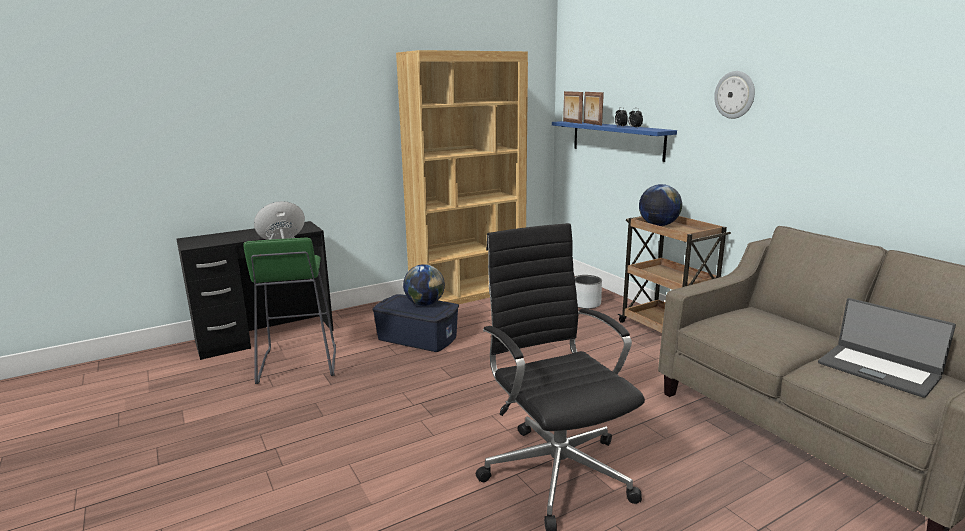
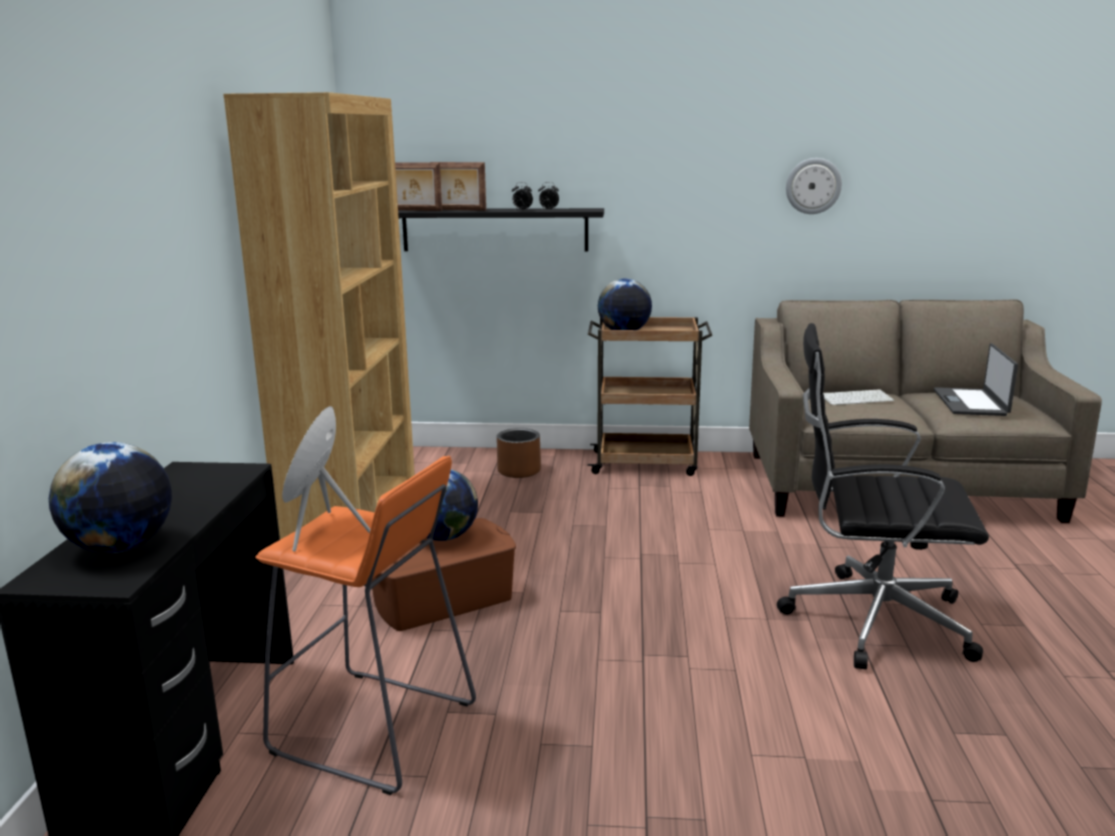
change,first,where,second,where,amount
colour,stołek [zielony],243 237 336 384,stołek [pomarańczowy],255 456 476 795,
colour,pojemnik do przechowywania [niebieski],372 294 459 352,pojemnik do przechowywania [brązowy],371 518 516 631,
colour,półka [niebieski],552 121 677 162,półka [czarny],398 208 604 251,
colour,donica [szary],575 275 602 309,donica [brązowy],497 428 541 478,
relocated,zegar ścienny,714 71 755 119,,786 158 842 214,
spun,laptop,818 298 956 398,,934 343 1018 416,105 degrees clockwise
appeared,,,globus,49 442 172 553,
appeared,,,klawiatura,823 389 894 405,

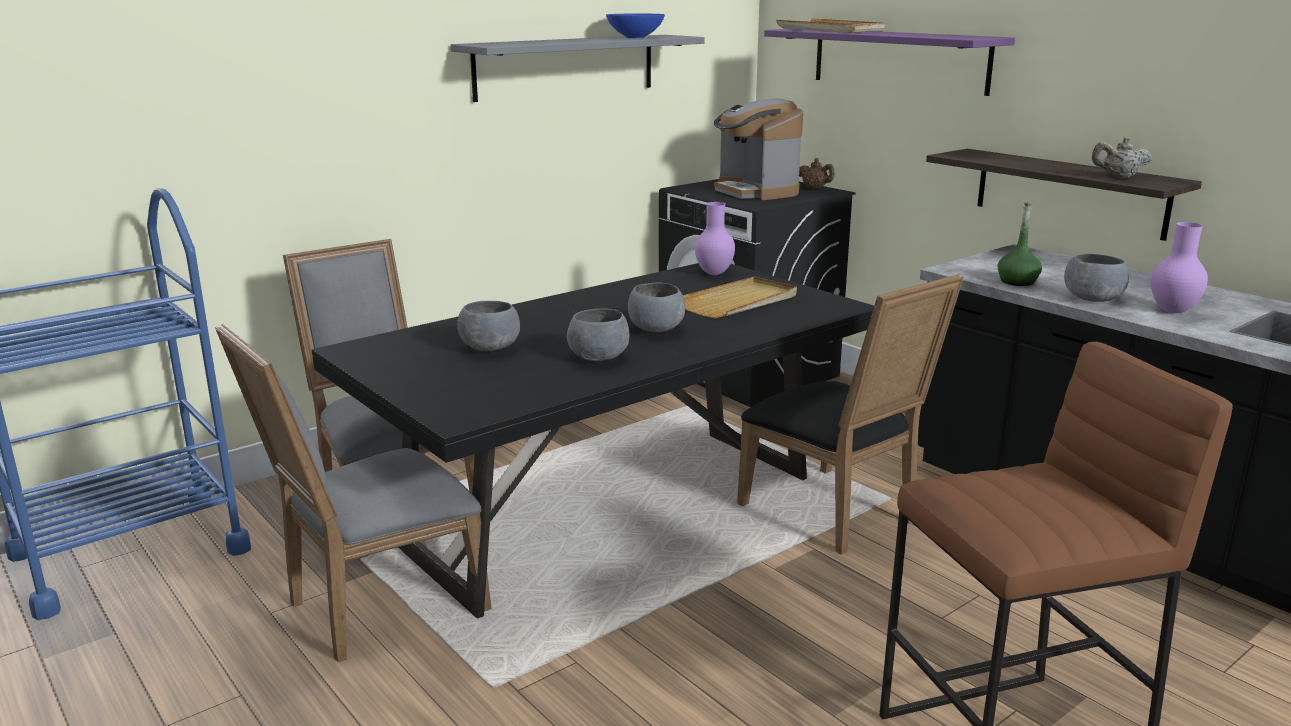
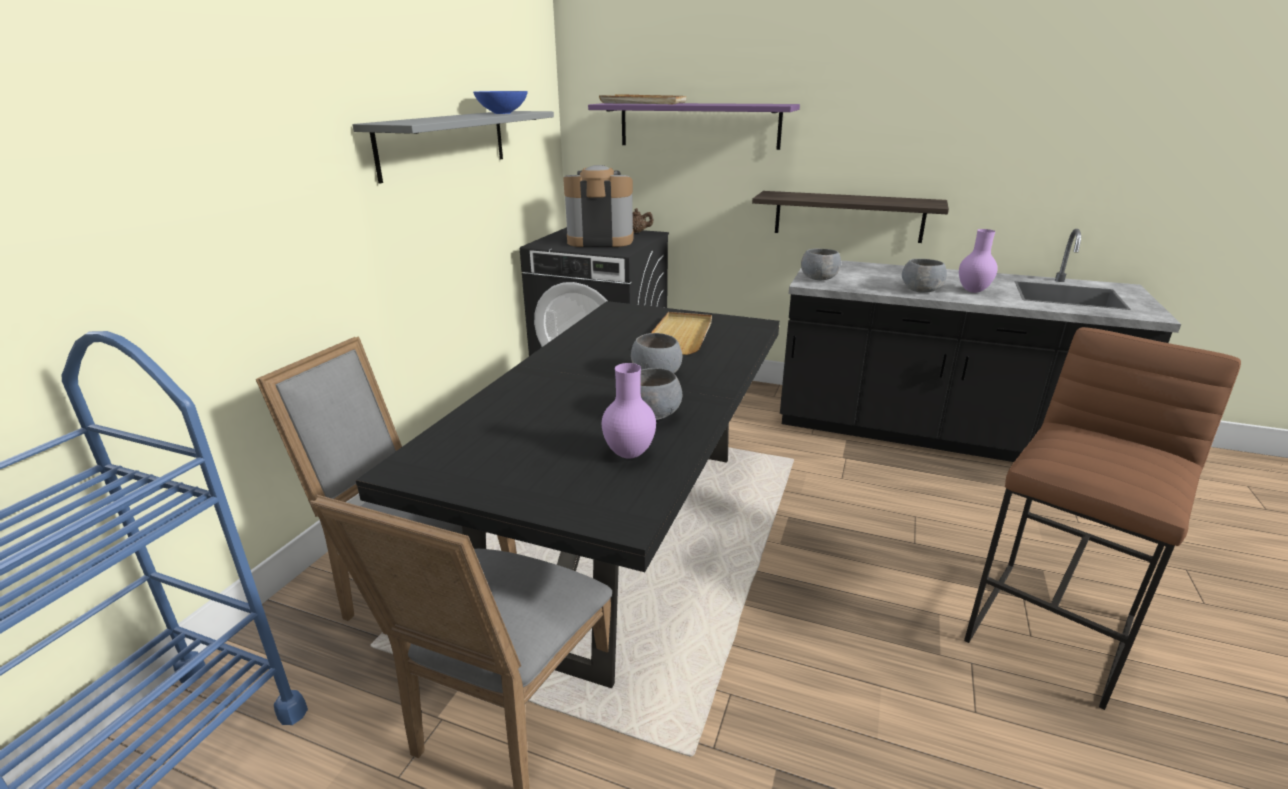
change,first,where,second,where,amount
relocated,miska [szary],457 301 520 351,,801 249 841 280,
relocated,wazon [fioletowy],695 202 735 275,,602 363 656 459,
spun,ekspres do kawy,714 98 803 200,,563 165 633 247,150 degrees clockwise
missing,krzesło [czarny],737 274 964 555,,,
missing,butelka [zielony],998 202 1042 286,,,
missing,imbryk [beżowy],1092 137 1152 179,,,

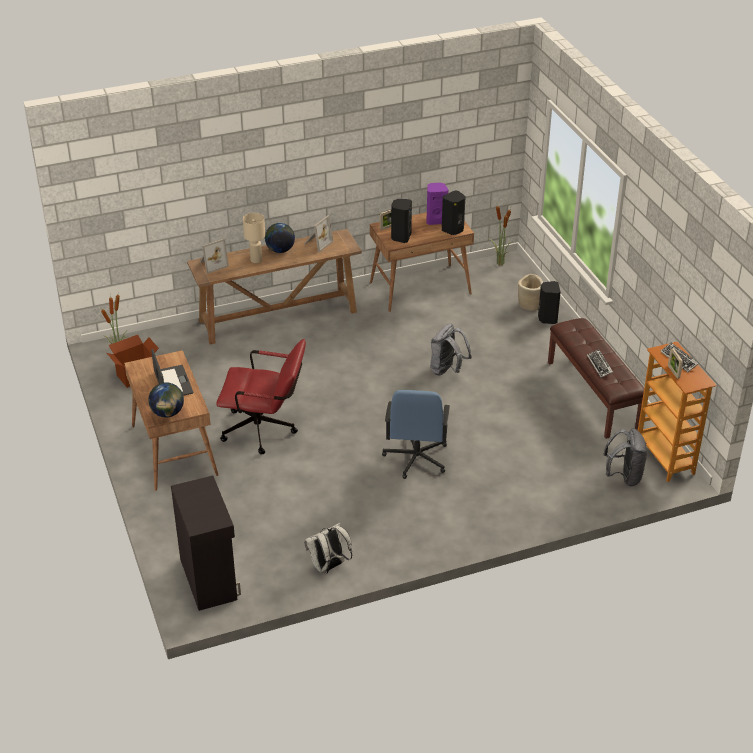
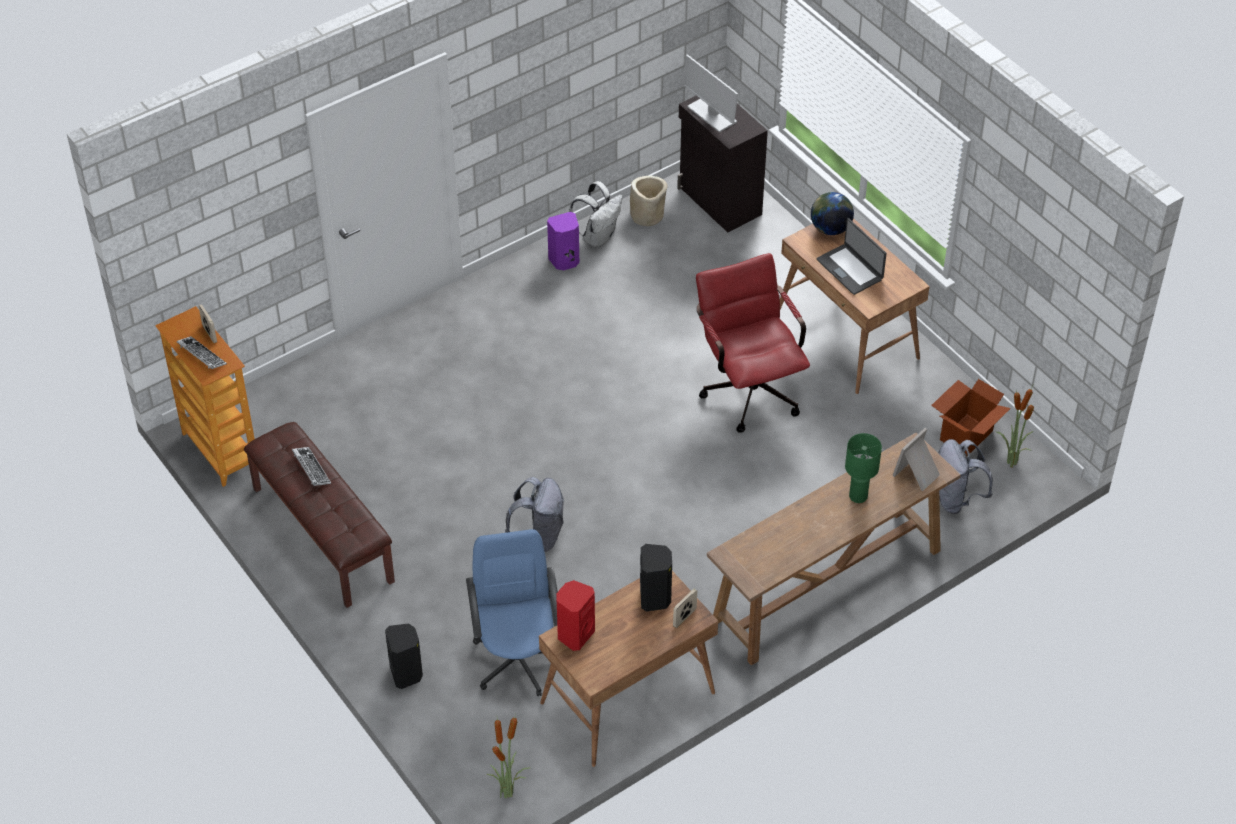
change,first,where,second,where,amount
spun,krzesło biurowe [czerwony],216 339 306 454,,696 253 810 433,75 degrees clockwise
colour,lampa stołowa [beżowy],243 213 265 263,lampa stołowa [zielony],845 433 882 503,
missing,globus,265 223 295 253,,,
missing,ramka na zdjęcie,304 215 333 252,,,
relocated,krzesło biurowe [niebieski],382 390 450 479,,466 529 558 696,
relocated,głośnik [fioletowy],426 183 448 225,,547 212 579 270,
colour,głośnik [czarny],442 190 466 235,głośnik [czerwony],557 580 595 651,
relocated,donica [beżowy],518 274 543 311,,630 176 667 226,
relocated,plecak [szary],604 428 647 486,,938 439 993 514,
appeared,,,monitor,683 54 738 133,

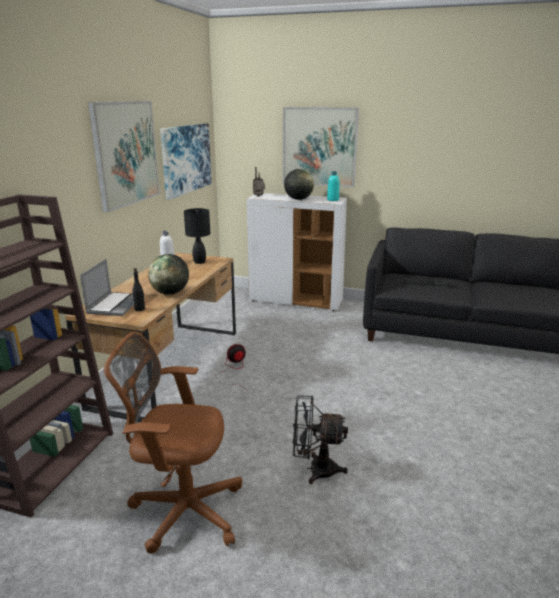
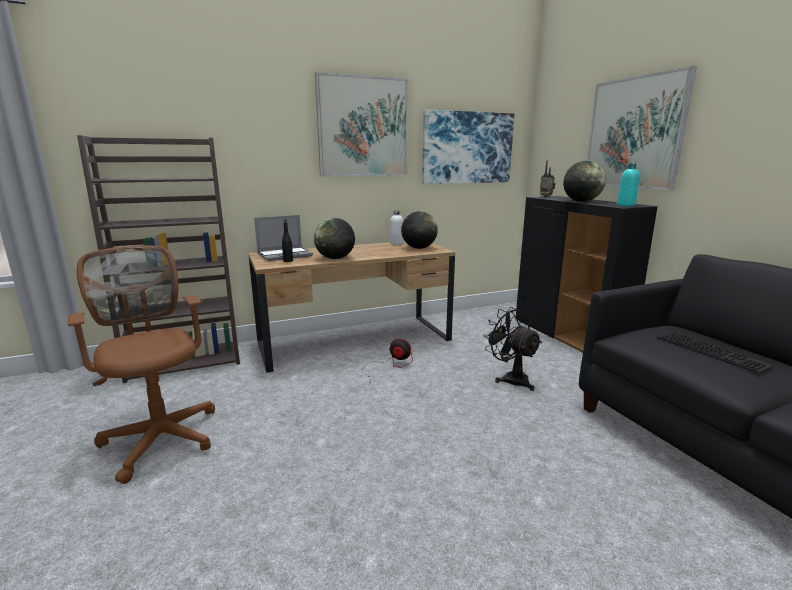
change,first,where,second,where,amount
exchanged,lampa stołowa [czarny],184 208 210 264,globus,401 211 438 249,
colour,szafka [biały],246 193 347 311,szafka [czarny],516 196 658 353,
relocated,wentylator [czarny],293 395 348 484,,483 307 542 391,

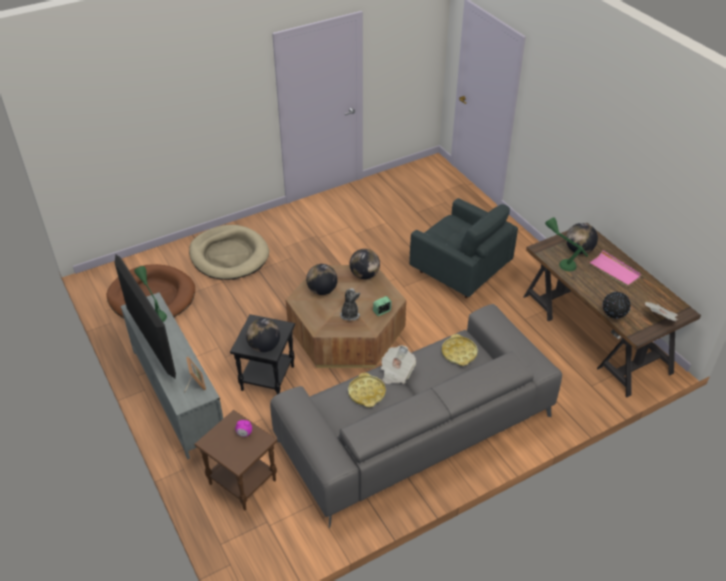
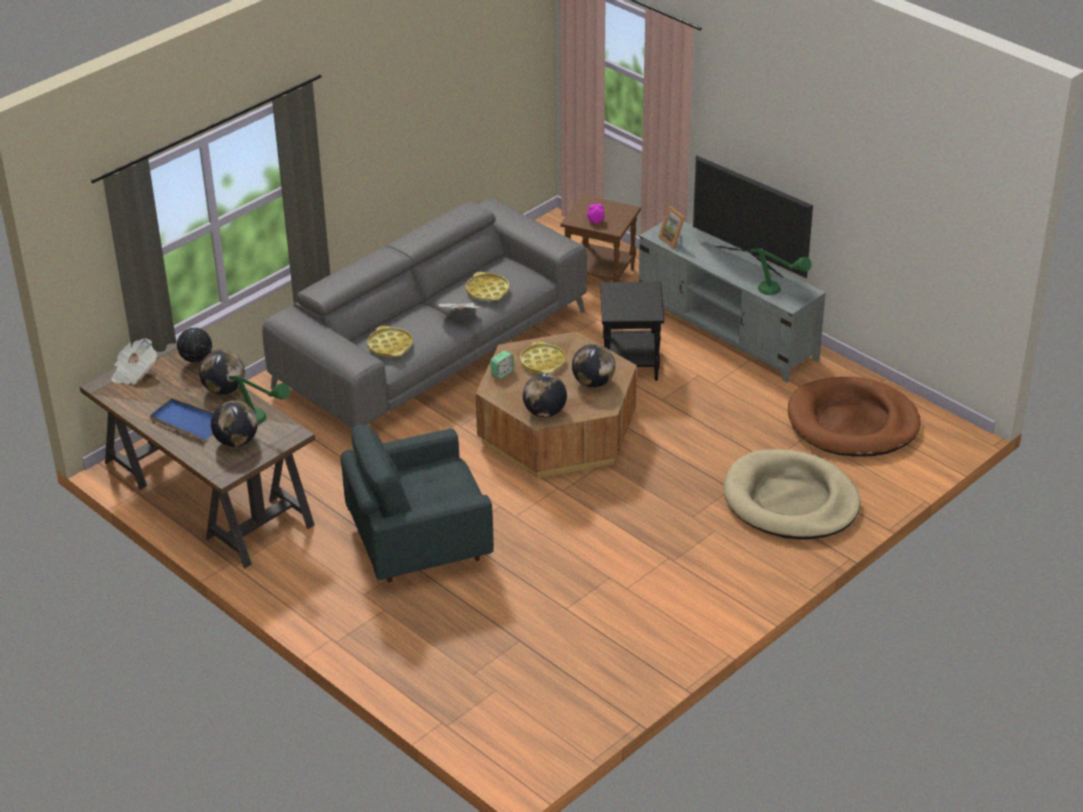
change,first,where,second,where,amount
relocated,globus,246 318 280 352,,199 349 245 395,
exchanged,pluszak,340 288 360 321,taca [żółty],520 341 566 374,
spun,fotel [szary],409 198 518 298,,340 424 494 582,45 degrees counterclockwise
colour,taca [różowy],587 250 642 287,taca [niebieski],150 398 213 440,

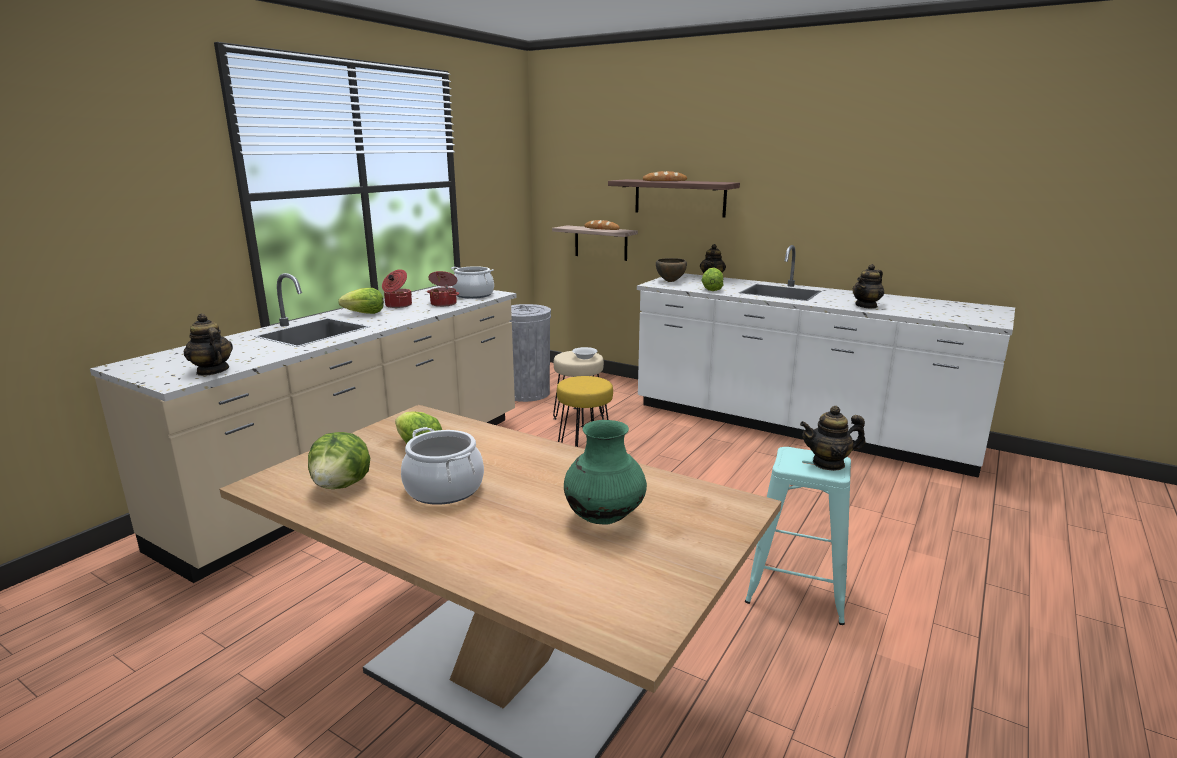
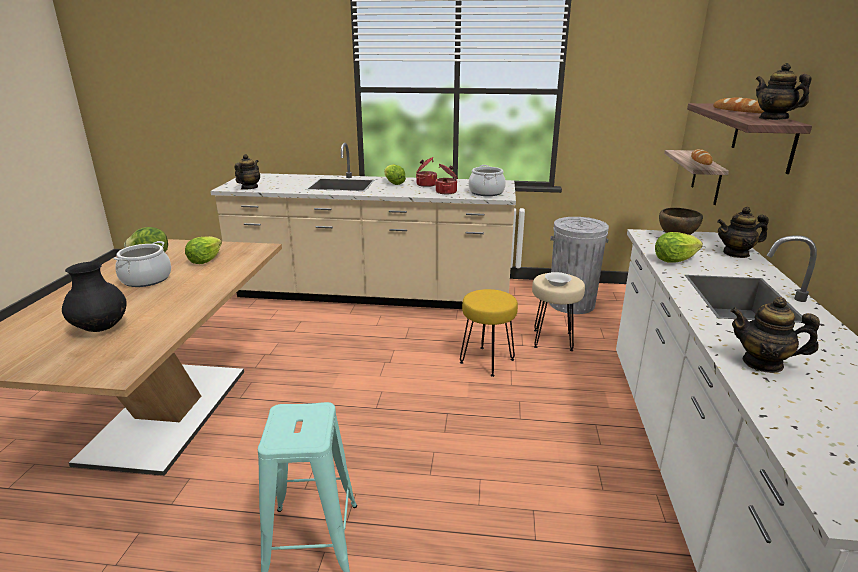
change,first,where,second,where,amount
colour,wazon [zielony],564 420 647 525,wazon [czarny],62 261 126 332,
relocated,imbryk,800 406 866 471,,756 63 812 120,

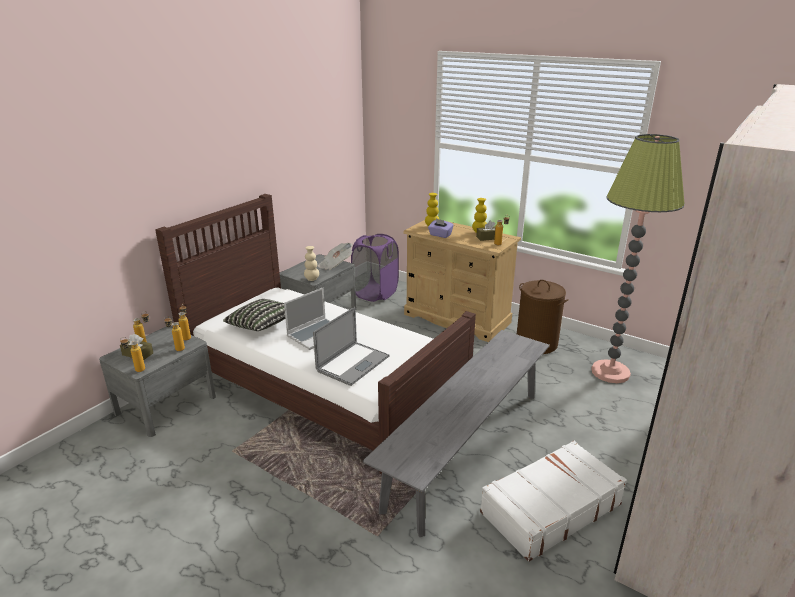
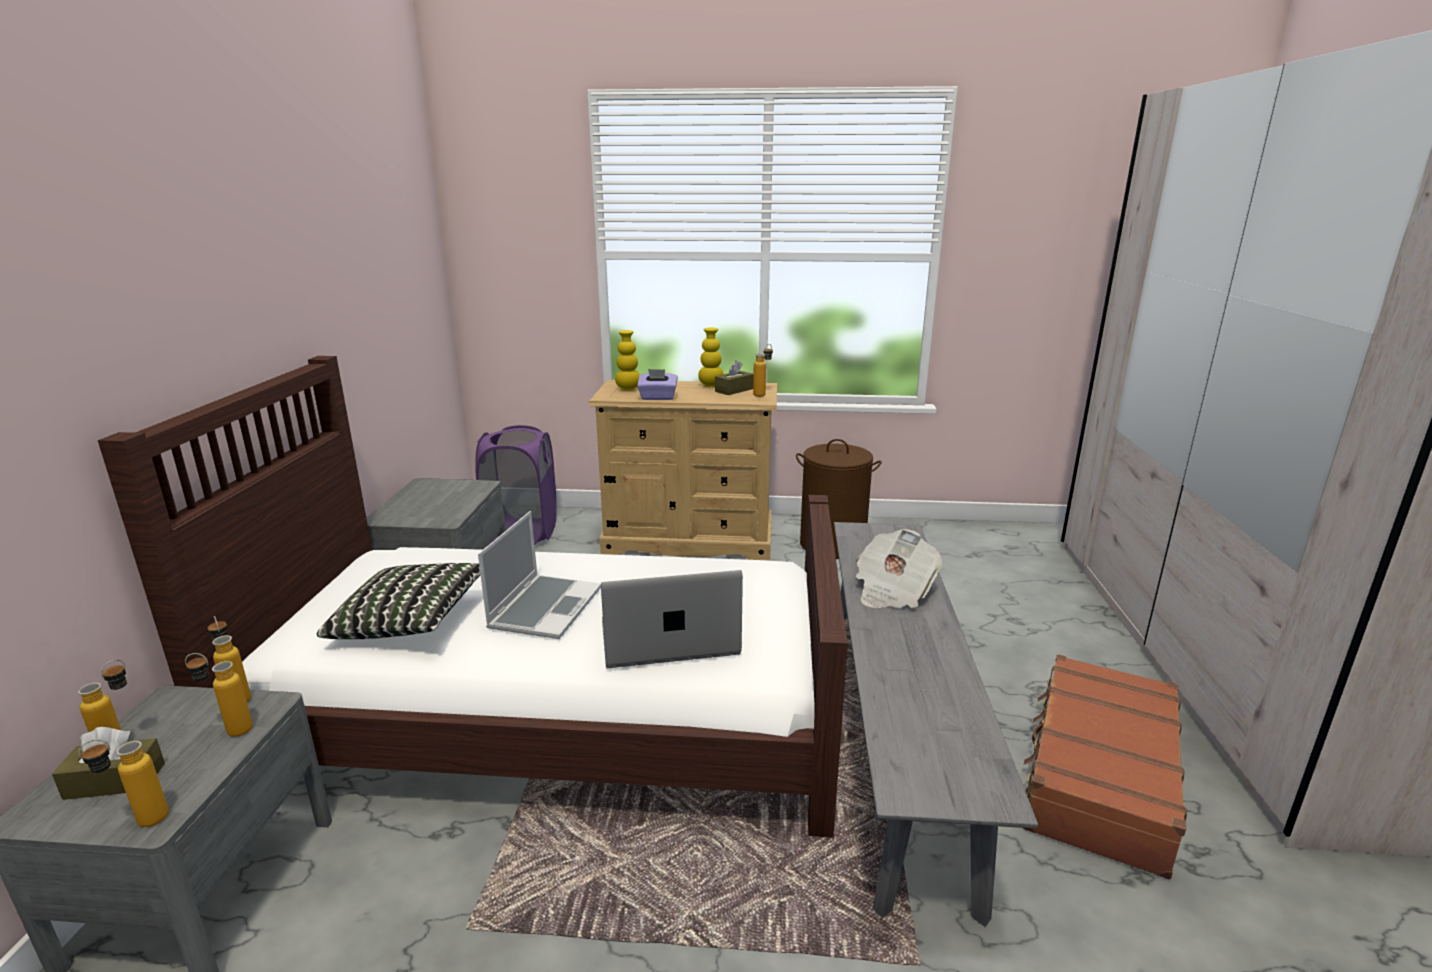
change,first,where,second,where,amount
missing,wazon [beżowy],304 246 319 281,,,
spun,laptop,313 307 389 386,,601 570 743 668,105 degrees counterclockwise
relocated,gazeta,318 243 352 270,,856 529 943 608,
colour,walizka [biały],480 441 627 562,walizka [brązowy],1023 655 1187 880,
missing,lampa stojąca,591 134 685 383,,,

